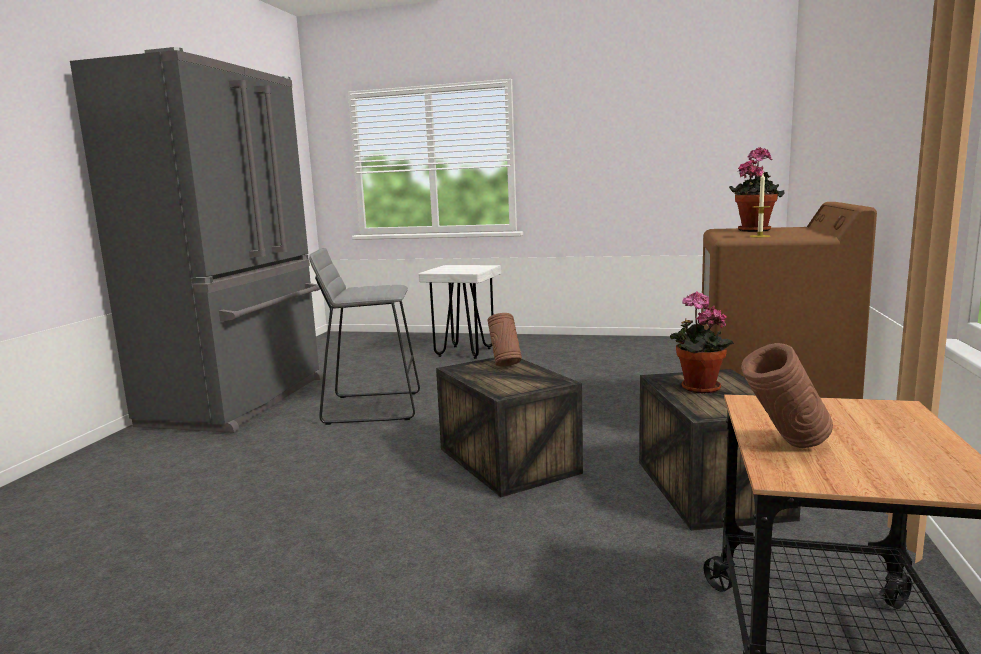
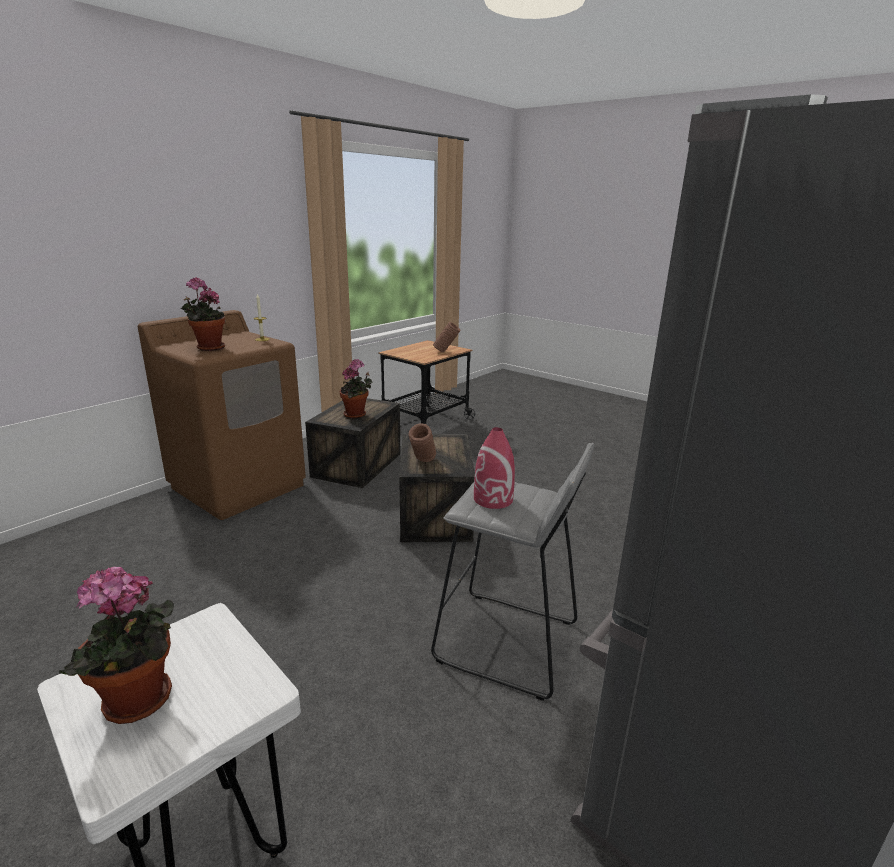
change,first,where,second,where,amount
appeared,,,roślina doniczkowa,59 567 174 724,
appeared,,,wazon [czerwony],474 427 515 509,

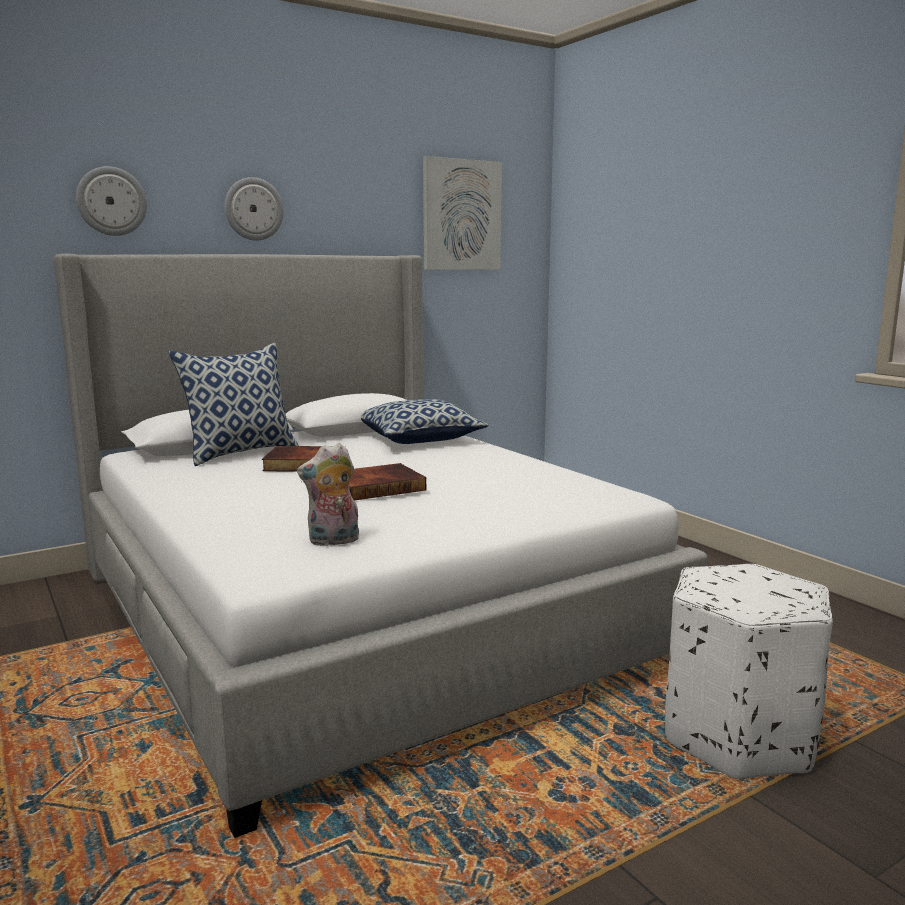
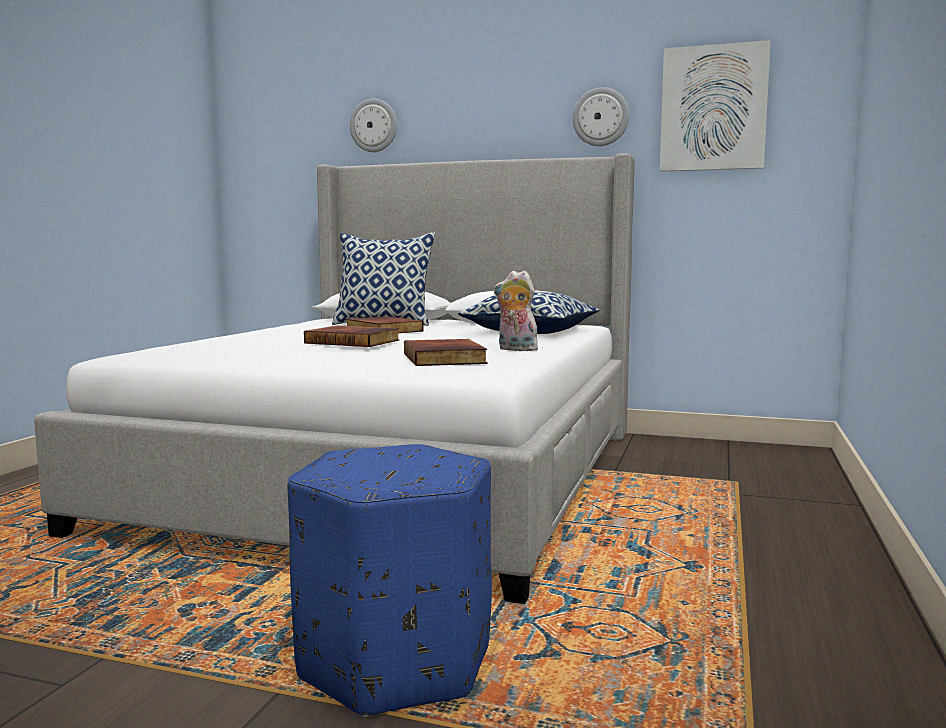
change,first,where,second,where,amount
relocated,zegar ścienny,225 177 284 241,,573 87 629 146,
relocated,pluszak,297 443 359 546,,494 270 540 351,
colour,pufa [biały],665 564 833 779,pufa [niebieski],287 444 492 717,
appeared,,,książka,404 339 488 366,

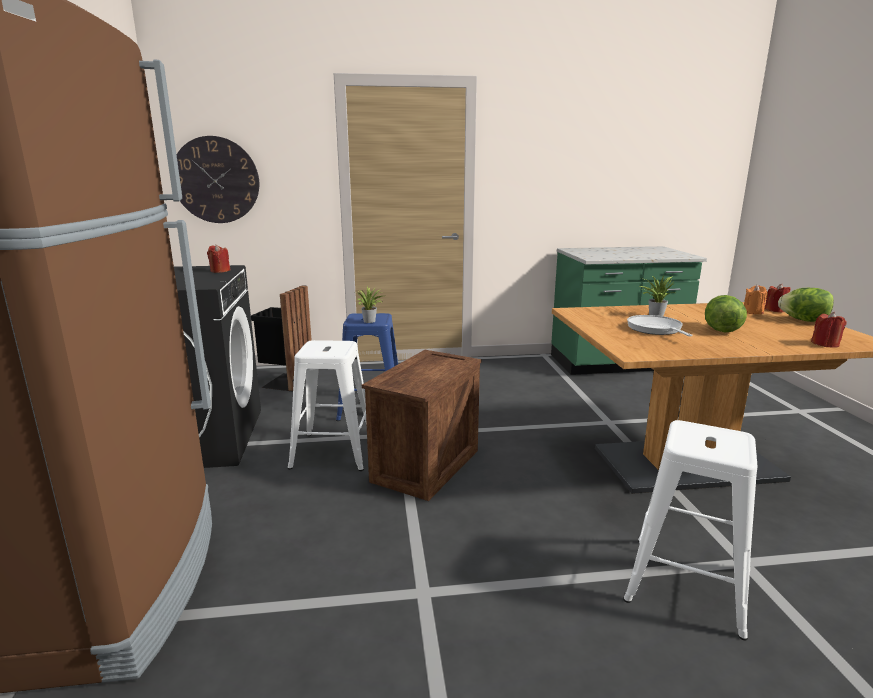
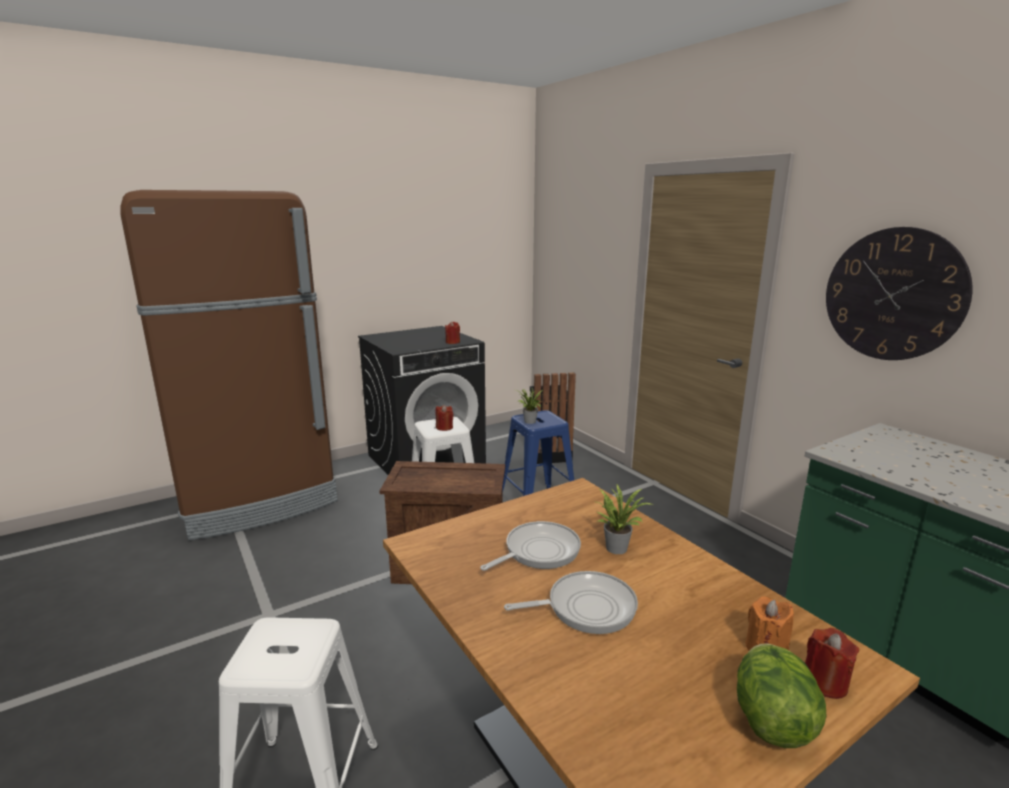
change,first,where,second,where,amount
relocated,zegar ścienny,177 136 259 223,,826 227 973 360,
exchanged,sałata,705 295 747 332,patelnia,504 571 638 634,
relocated,świeca [czerwony],811 312 847 348,,436 405 454 431,

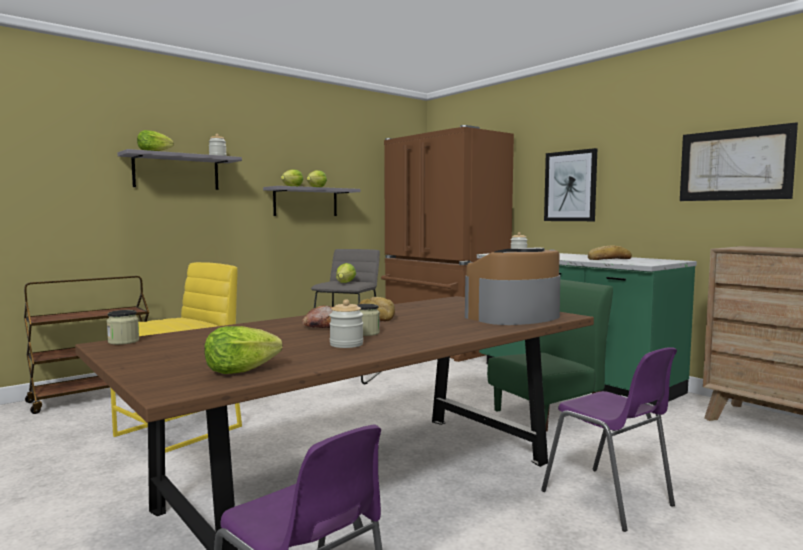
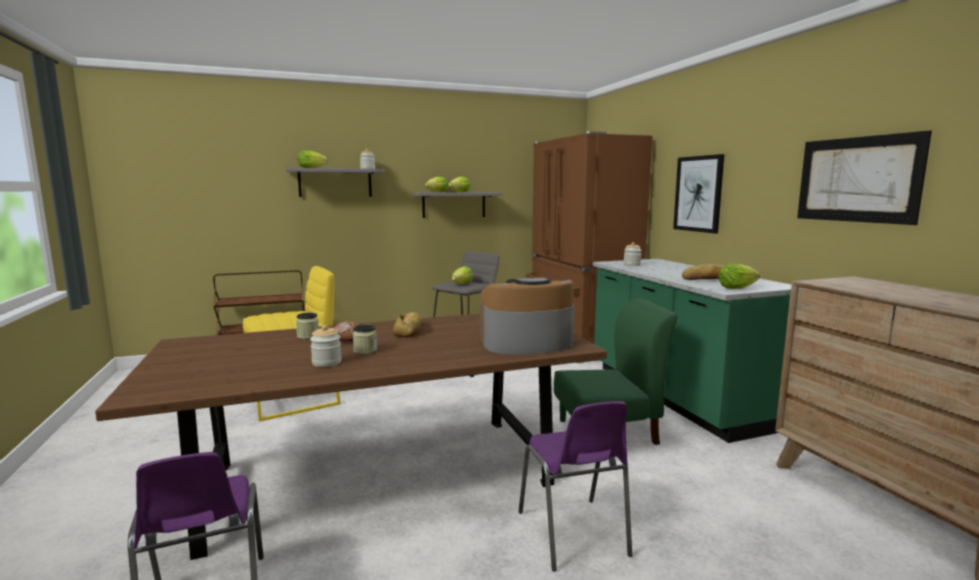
change,first,where,second,where,amount
relocated,słoik,107 310 139 345,,296 313 319 339,
relocated,sałata,204 326 282 374,,719 264 760 289,

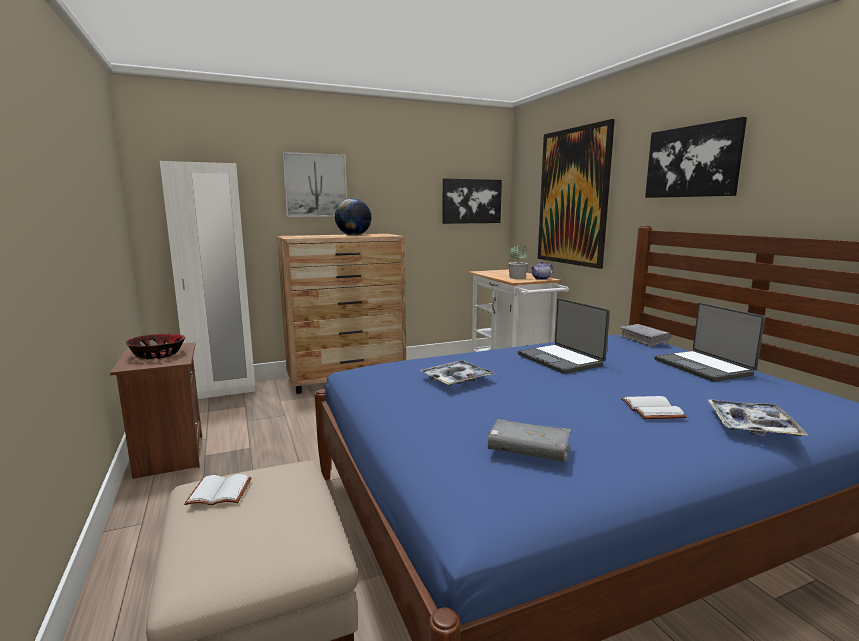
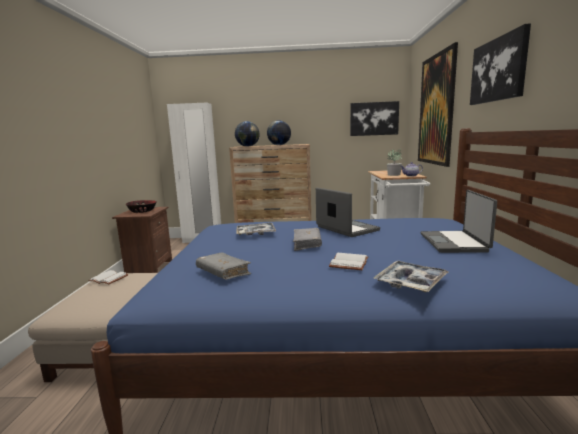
change,first,where,second,where,amount
missing,obraz,282 152 347 217,,,
spun,laptop,517 298 610 374,,316 188 380 237,150 degrees clockwise
relocated,książka [szary],619 324 671 347,,293 228 322 251,
appeared,,,globus,235 121 260 147,

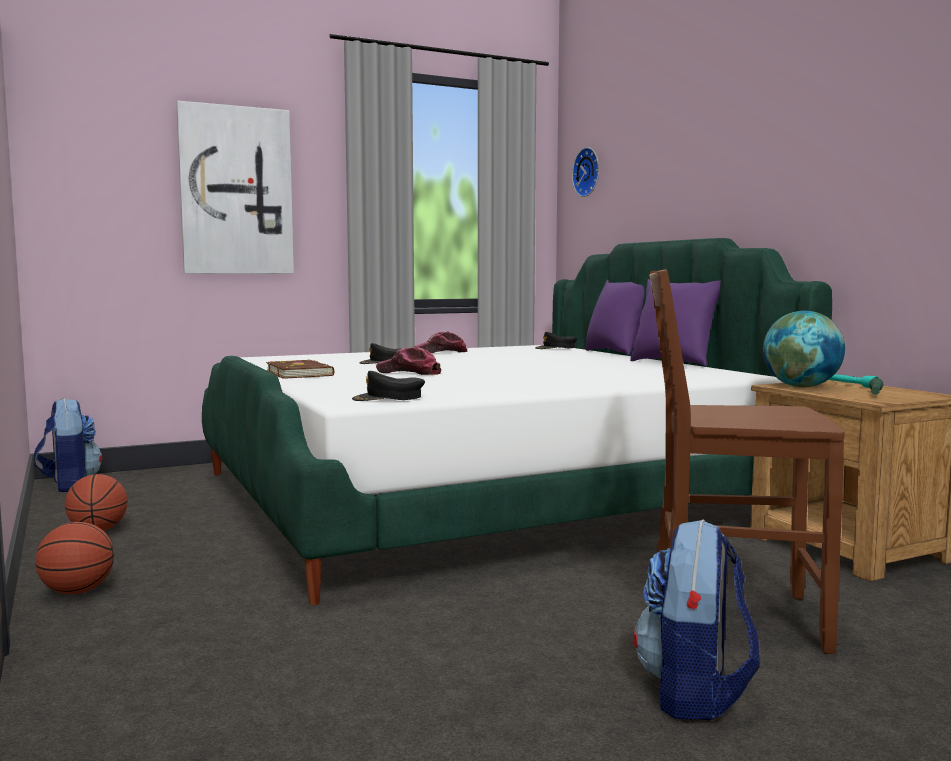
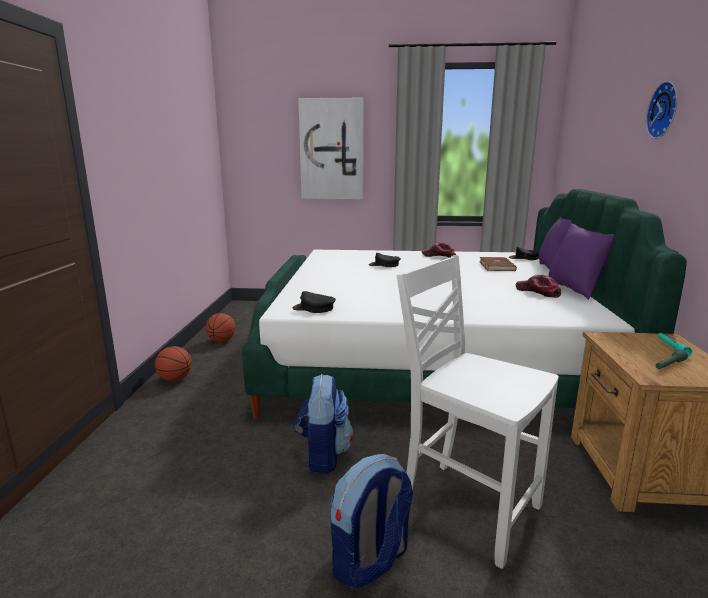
change,first,where,second,where,amount
relocated,plecak,33 398 102 492,,294 374 354 474,
relocated,książka [brązowy],266 359 334 379,,480 257 517 271,
relocated,czapka z daszkiem,376 347 442 375,,516 275 561 298,
relocated,zegar ścienny,572 147 599 197,,646 81 677 139,
colour,krzesło [brązowy],649 270 845 654,krzesło [biały],397 255 559 569,
missing,globus,763 311 845 387,,,

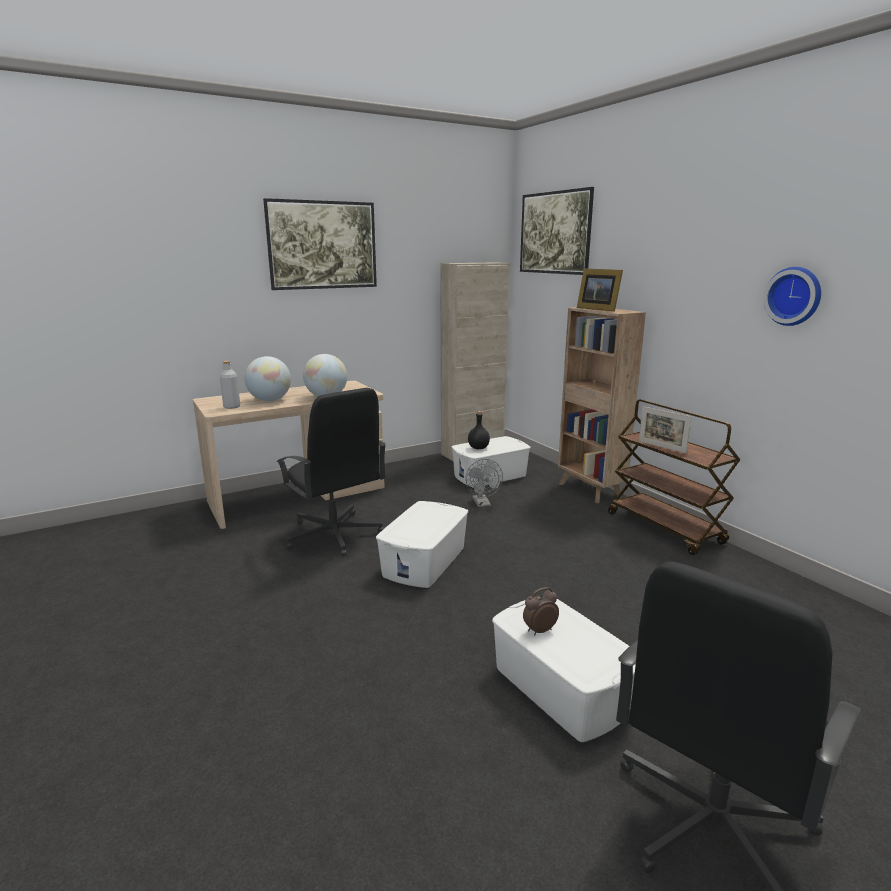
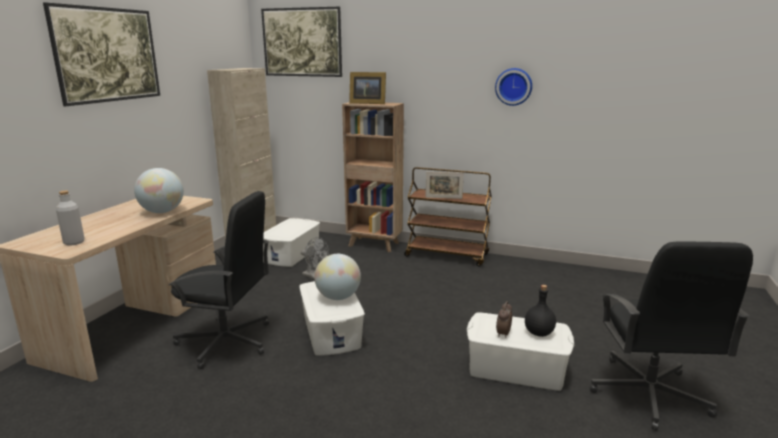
change,first,where,second,where,amount
relocated,globus,245 356 291 401,,314 254 361 300,
relocated,butelka [czarny],468 411 490 449,,525 285 556 337,

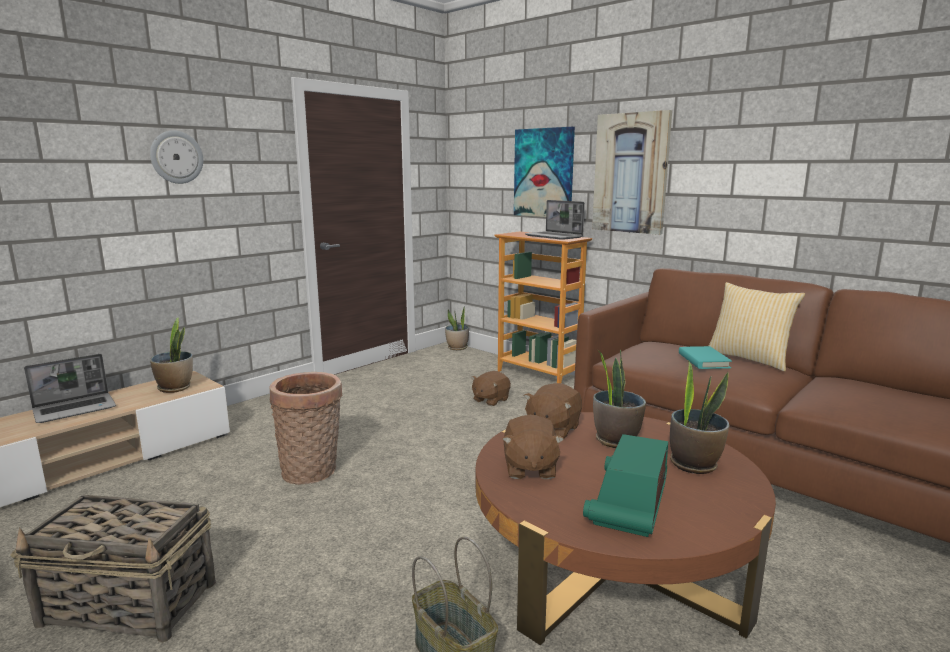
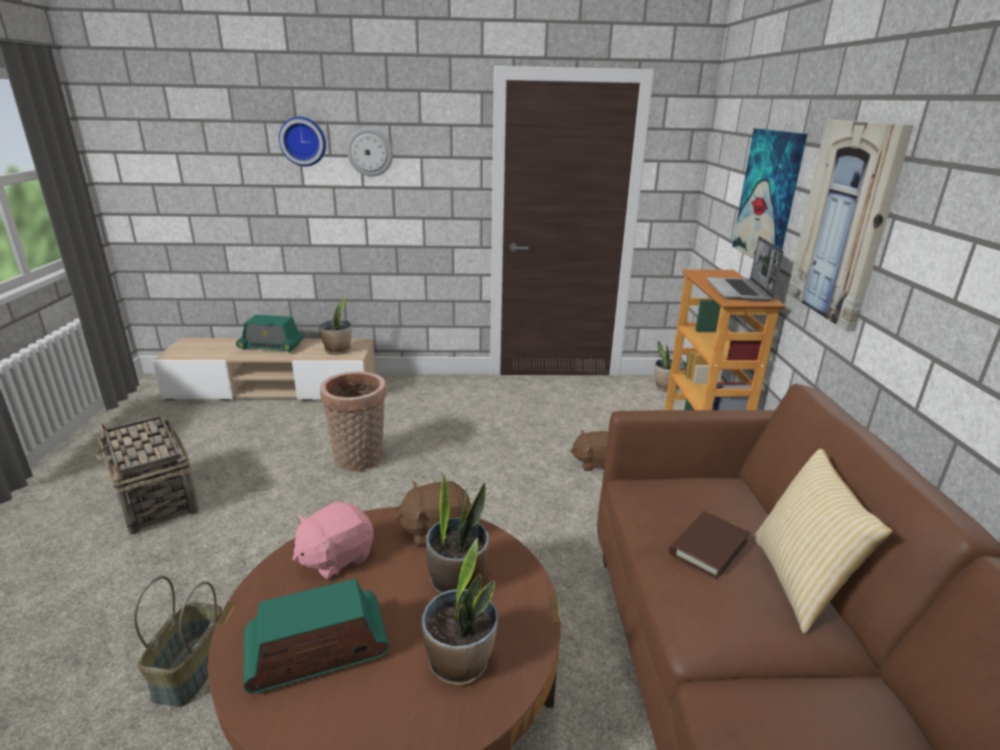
change,first,where,second,where,amount
exchanged,laptop,24 354 116 423,radio,236 315 303 353,
colour,pluszak [brązowy],503 415 564 479,pluszak [różowy],292 502 374 580,
colour,książka [turkusowy],679 346 732 369,książka [brązowy],669 511 750 579,
appeared,,,zegar ścienny,279 117 326 166,

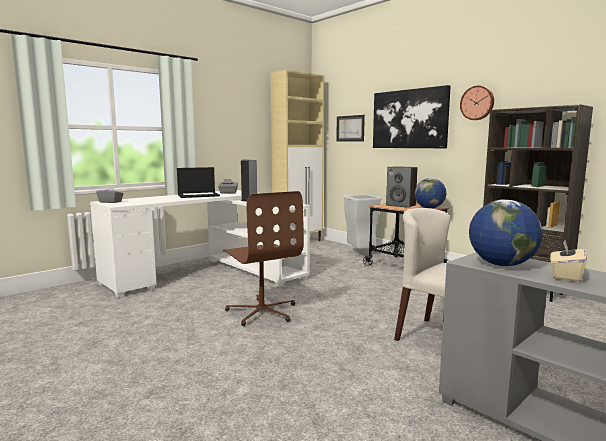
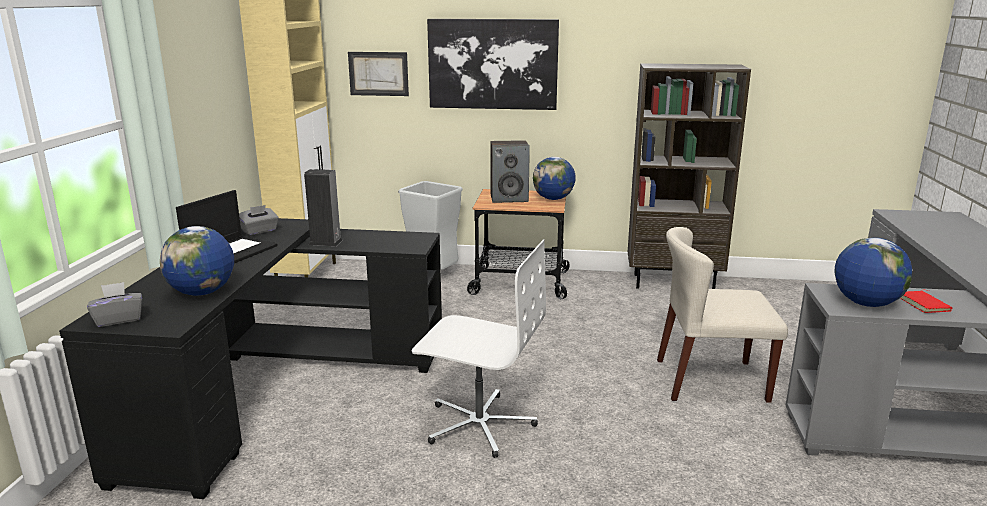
change,first,where,second,where,amount
colour,biurko [biały],90 190 309 298,biurko [czarny],59 218 442 499,
colour,krzesło biurowe [brązowy],223 191 304 326,krzesło biurowe [biały],412 239 546 458,
missing,zegar ścienny,460 86 494 120,,,
exchanged,pudełko chusteczek [beżowy],550 240 587 282,książka [czerwony],900 290 953 313,
appeared,,,globus,160 226 234 296,

